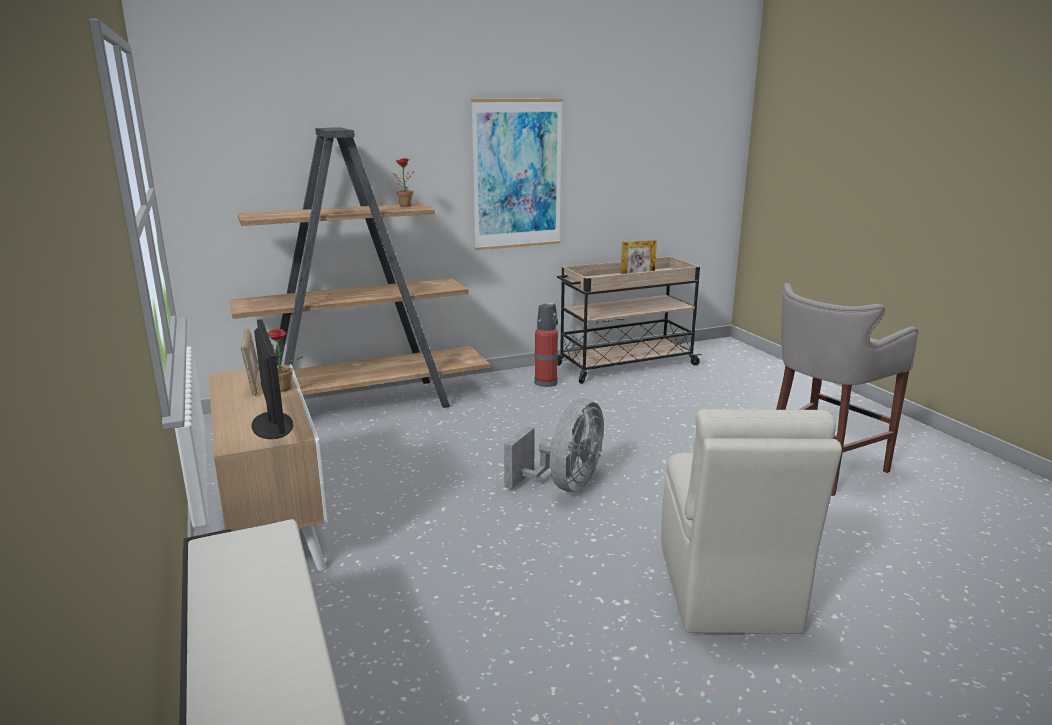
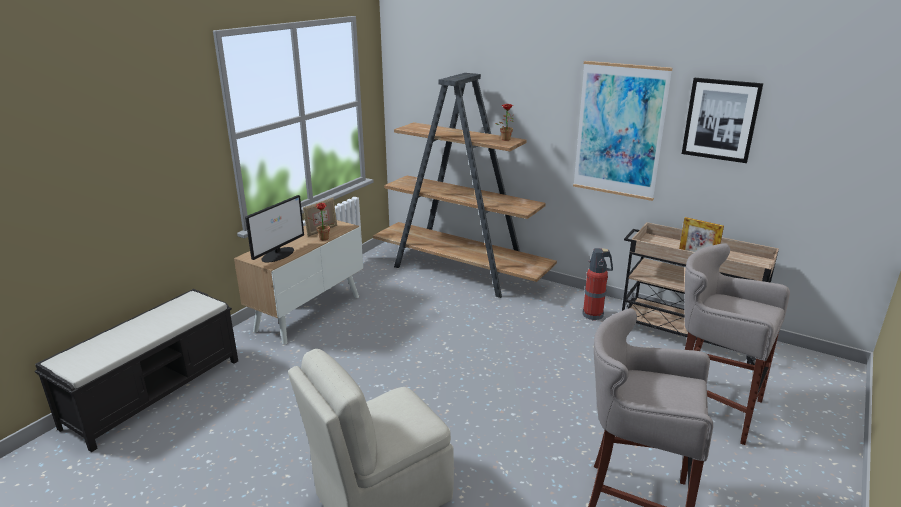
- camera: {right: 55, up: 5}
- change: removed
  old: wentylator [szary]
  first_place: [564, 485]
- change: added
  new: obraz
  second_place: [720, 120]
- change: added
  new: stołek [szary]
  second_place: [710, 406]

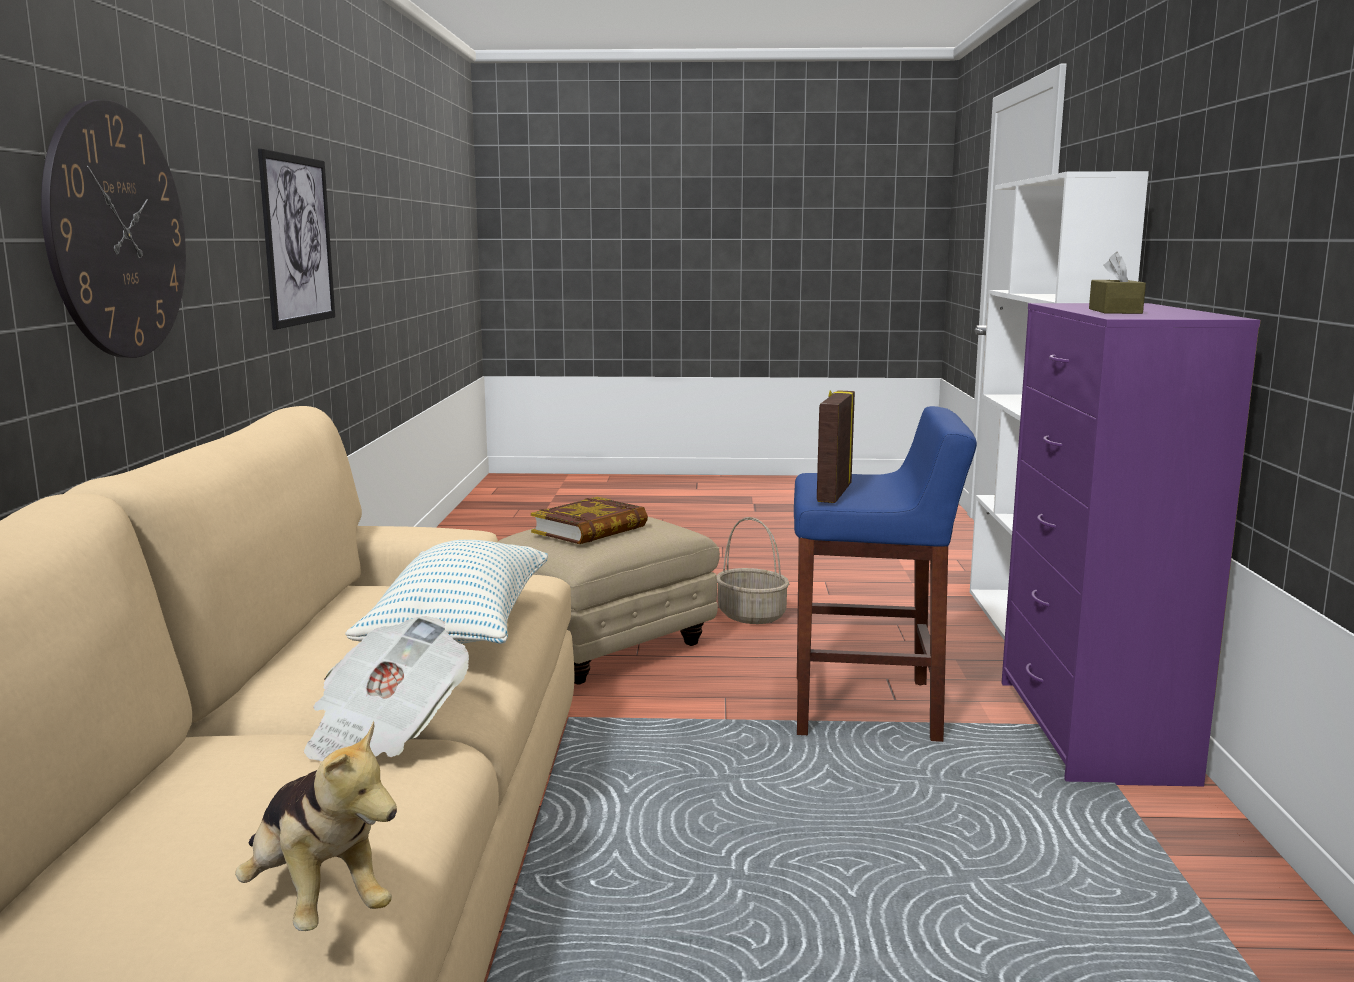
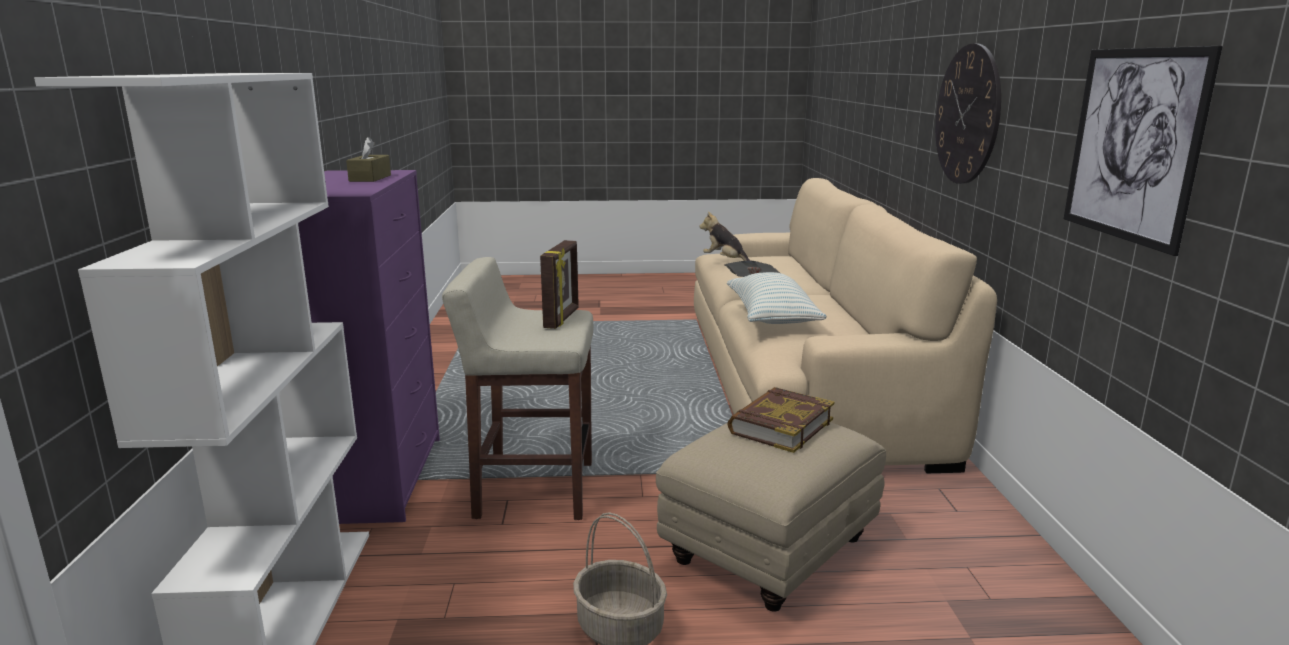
- camera: {right: 175, up: 5}
- change: recoloured
  old: stołek [niebieski]
  new: stołek [beżowy]
  first_place: [868, 708]
  second_place: [533, 489]

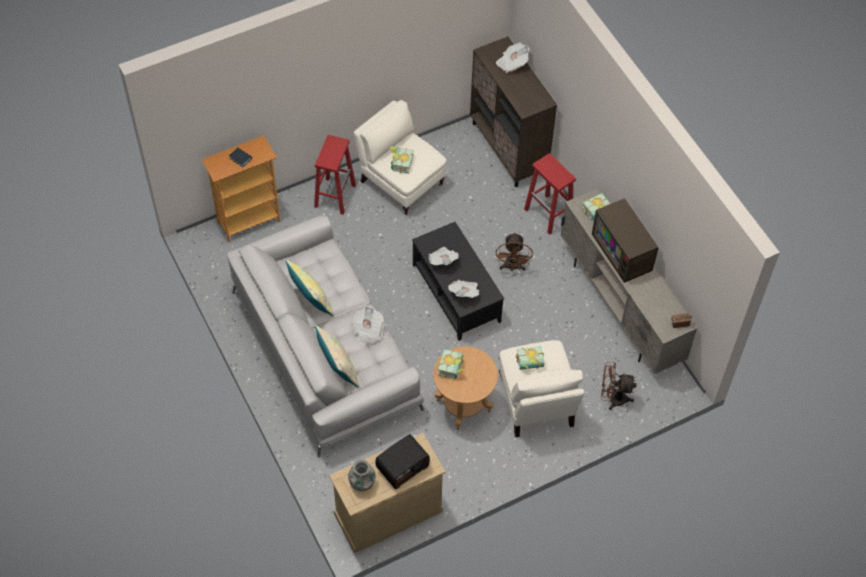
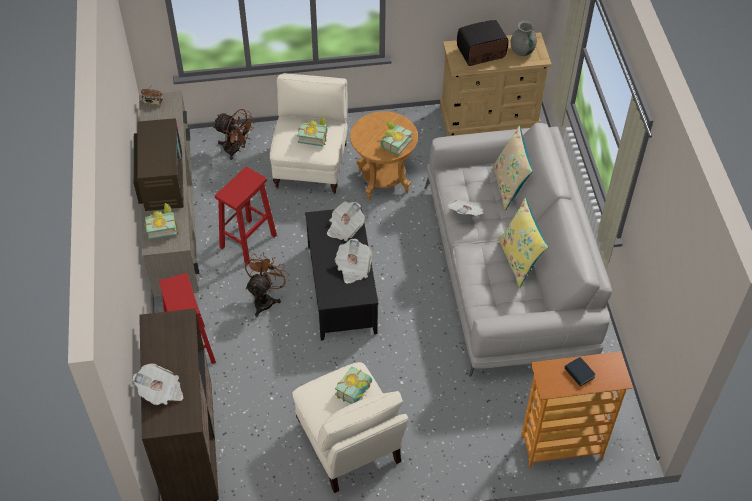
- camera: {right: -160, up: -5}
- change: moved
  old: stołek [czerwony]
  first_place: [335, 195]
  second_place: [248, 242]

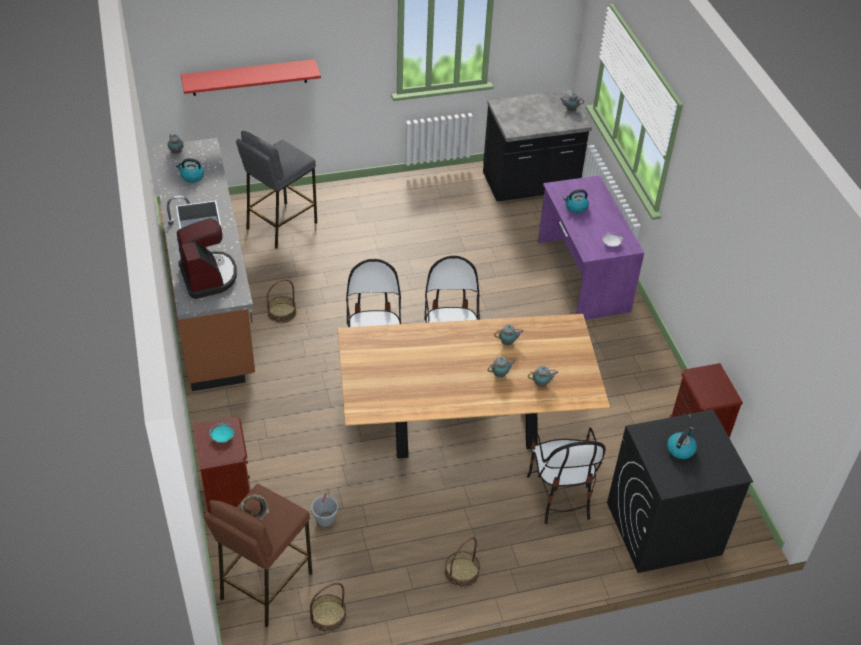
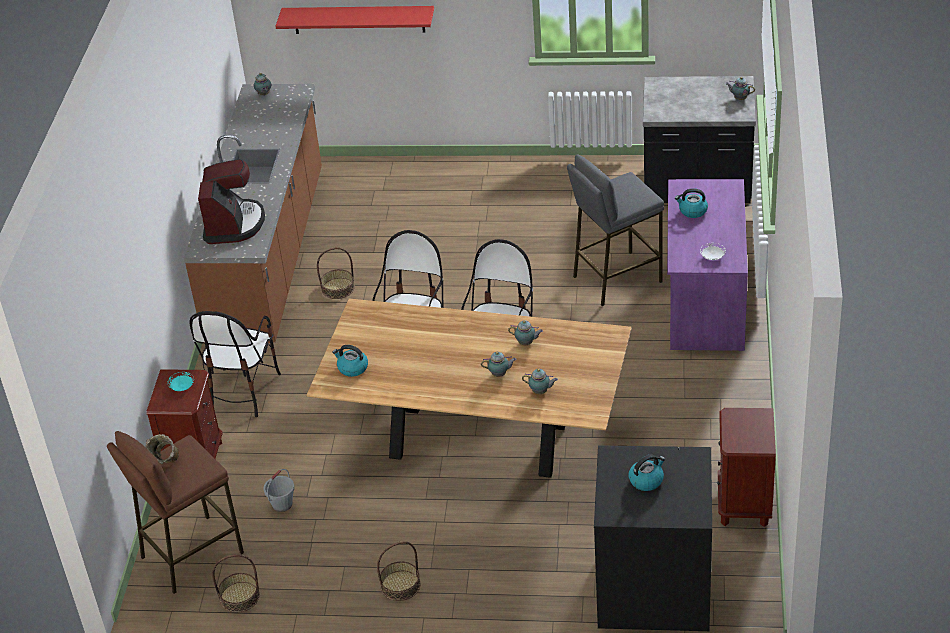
- camera: {right: 25, up: -5}
- change: moved
  old: czajnik
  first_place: [192, 177]
  second_place: [352, 368]
- change: moved
  old: stołek [szary]
  first_place: [281, 225]
  second_place: [616, 278]
- change: moved
  old: krzesło
  first_place: [559, 495]
  second_place: [243, 391]

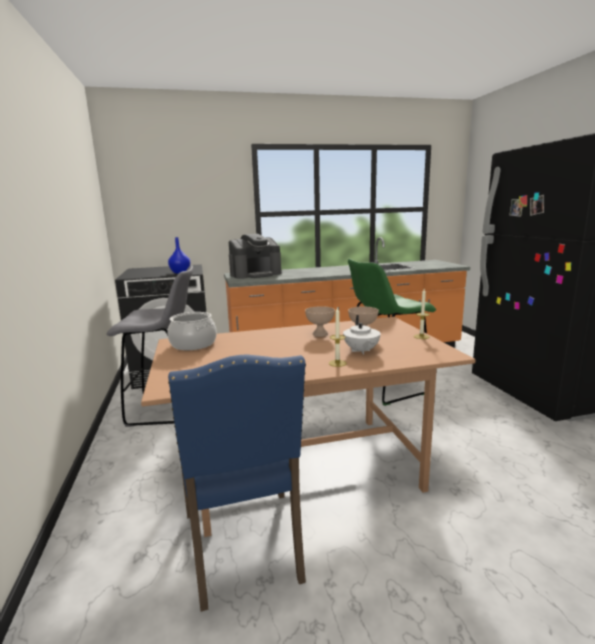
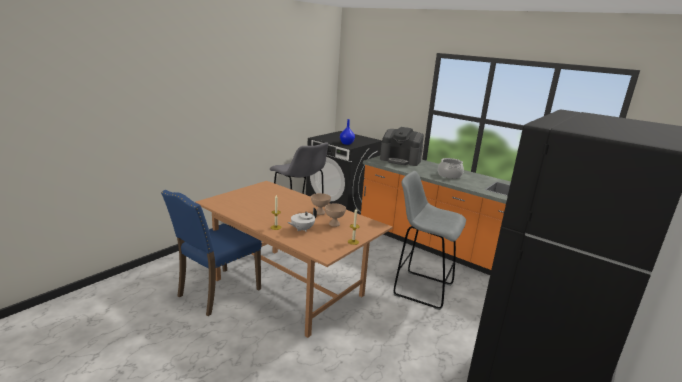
- camera: {right: 50, up: 5}
- change: moved
  old: garnek
  first_place: [193, 344]
  second_place: [449, 175]
- change: recoloured
  old: stołek [zielony]
  new: stołek [szary]
  first_place: [385, 389]
  second_place: [421, 289]

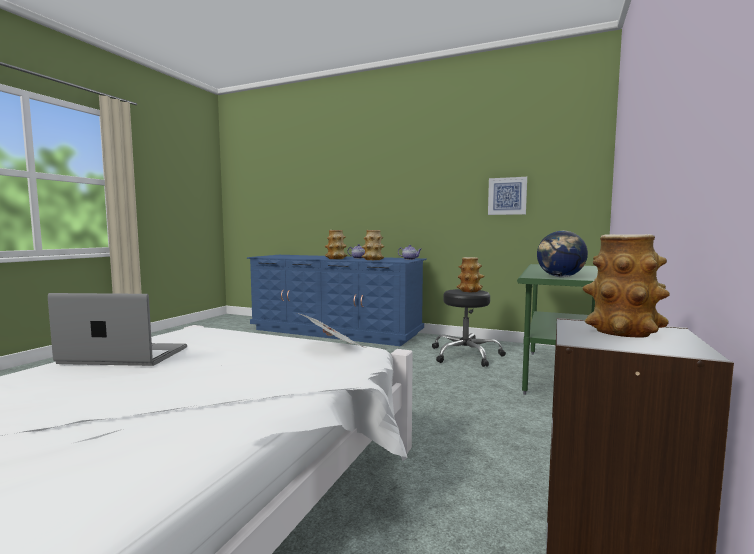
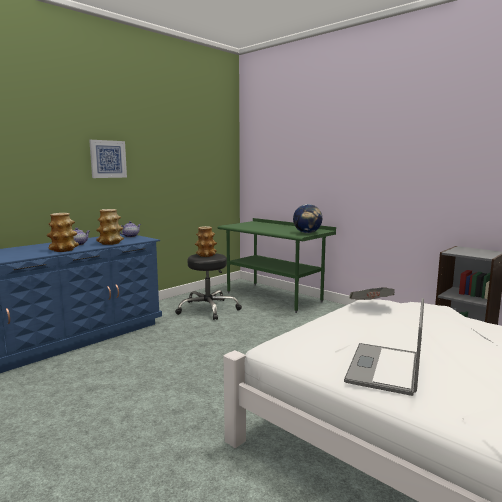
- camera: {right: -70, up: 5}
- change: moved
  old: obraz
  first_place: [507, 196]
  second_place: [108, 159]
- change: removed
  old: wazon
  first_place: [622, 331]

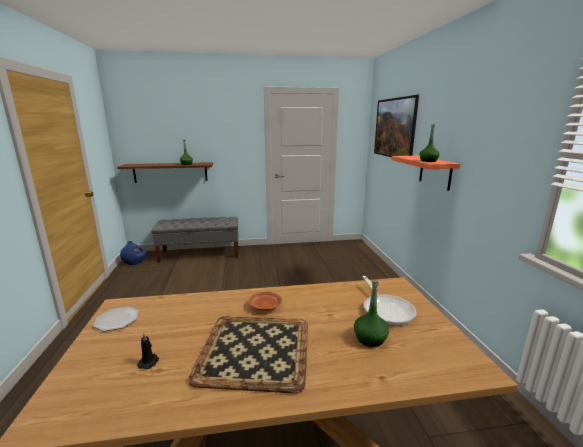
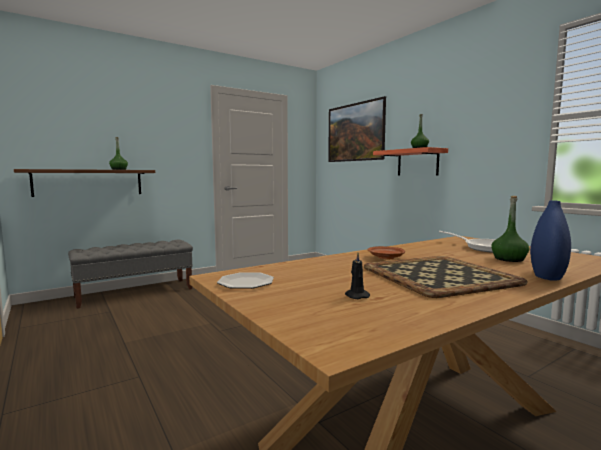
- camera: {right: -25, up: -10}
- change: moved
  old: wazon [niebieski]
  first_place: [135, 263]
  second_place: [547, 276]

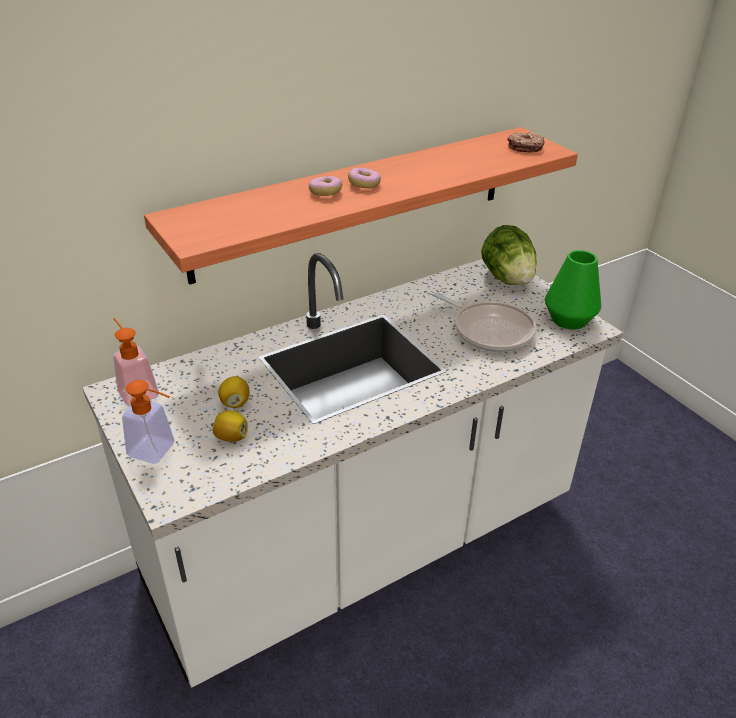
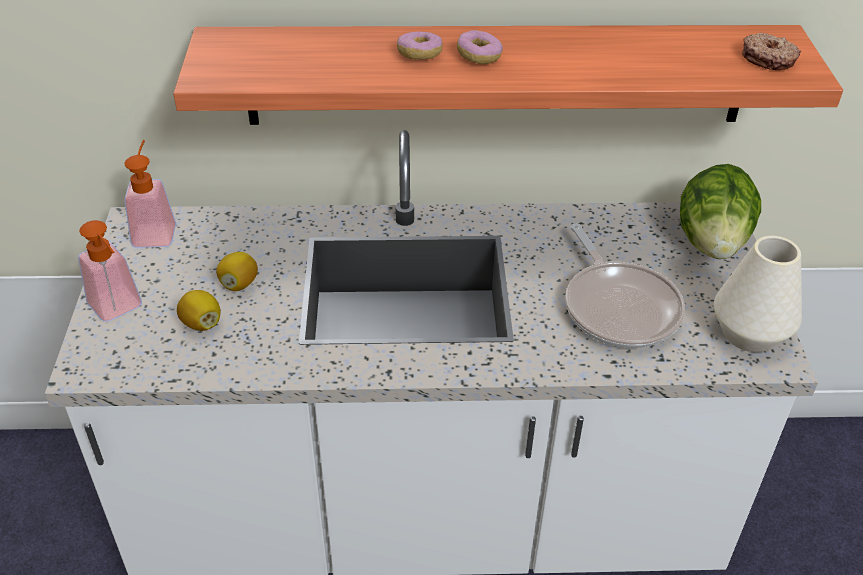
- camera: {right: 30, up: 5}
- change: recoloured
  old: wazon [zielony]
  new: wazon [biały]
  first_place: [569, 320]
  second_place: [749, 333]

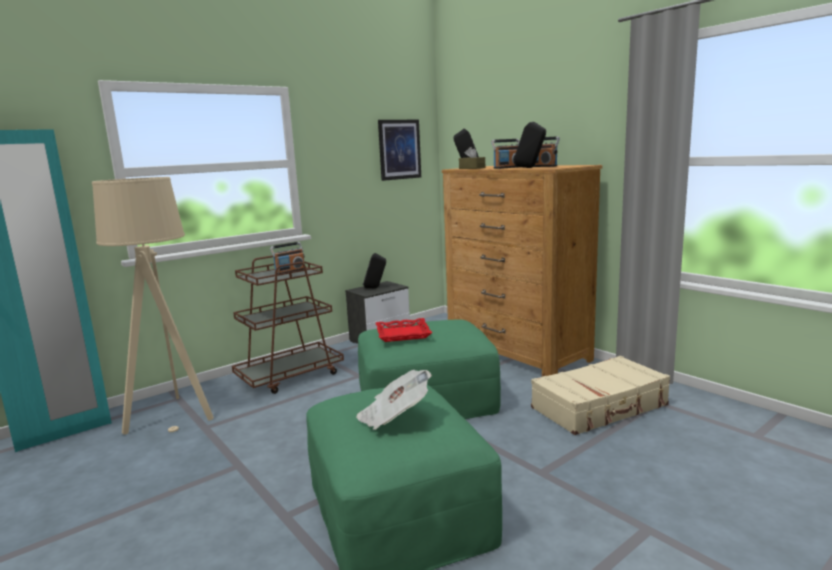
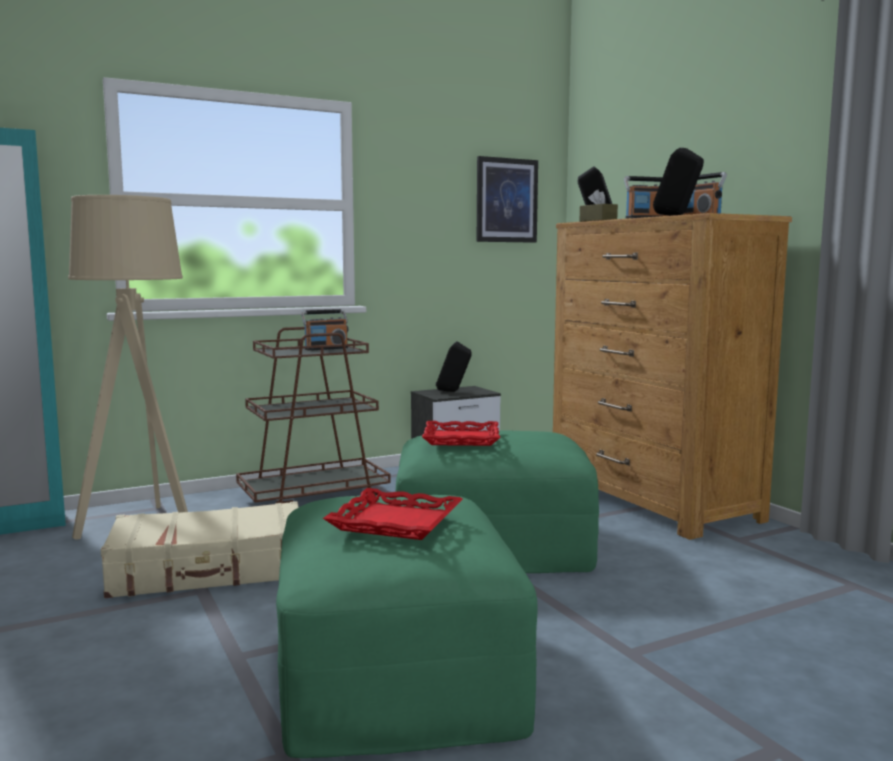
- camera: {right: 10, up: -5}
- change: replaced
  old: gazeta
  new: taca [czerwony]
  first_place: [394, 417]
  second_place: [395, 522]
- change: moved
  old: walizka [beżowy]
  first_place: [600, 407]
  second_place: [210, 570]

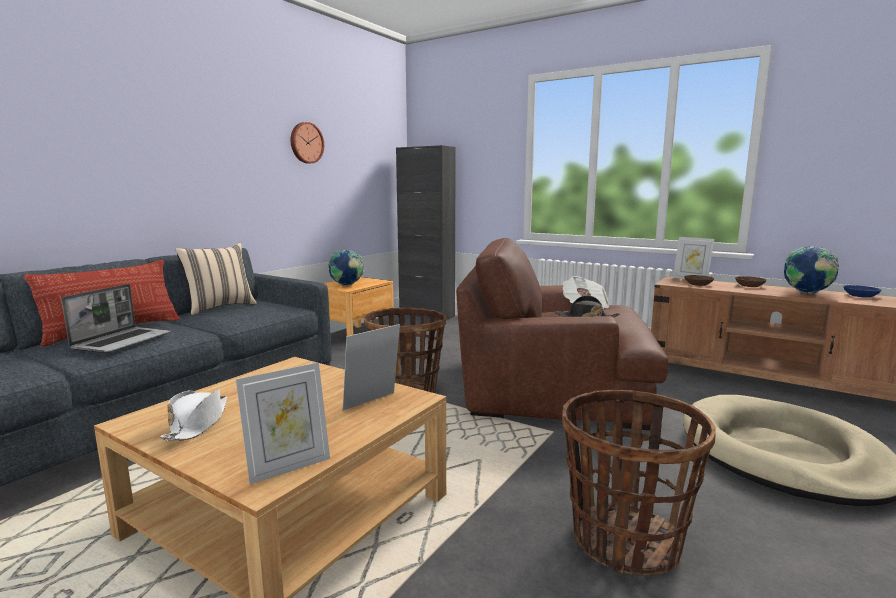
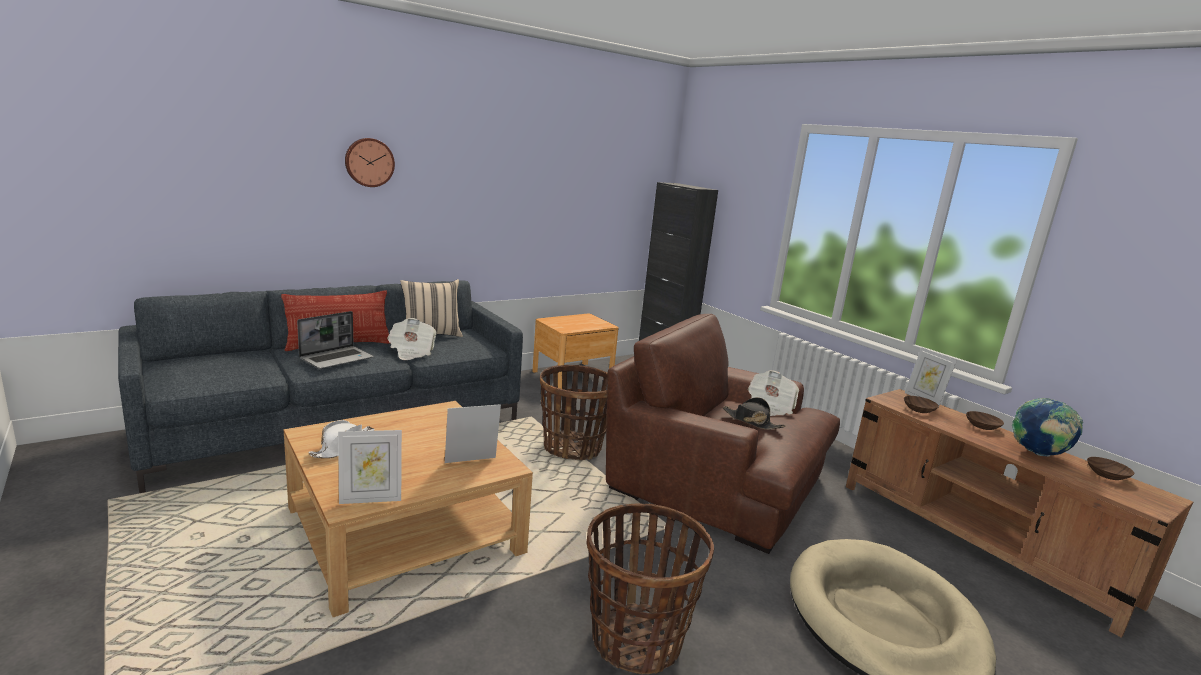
- camera: {right: 20, up: 5}
- change: moved
  old: zegar ścienny
  first_place: [306, 143]
  second_place: [369, 162]
- change: removed
  old: globus
  first_place: [347, 285]
- change: recoloured
  old: miska [niebieski]
  new: miska [brązowy]
  first_place: [861, 295]
  second_place: [1107, 474]
- change: added
  new: gazeta
  second_place: [411, 352]

